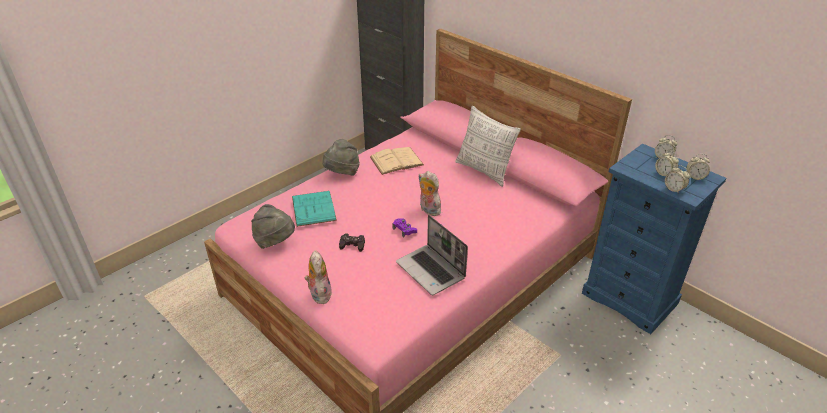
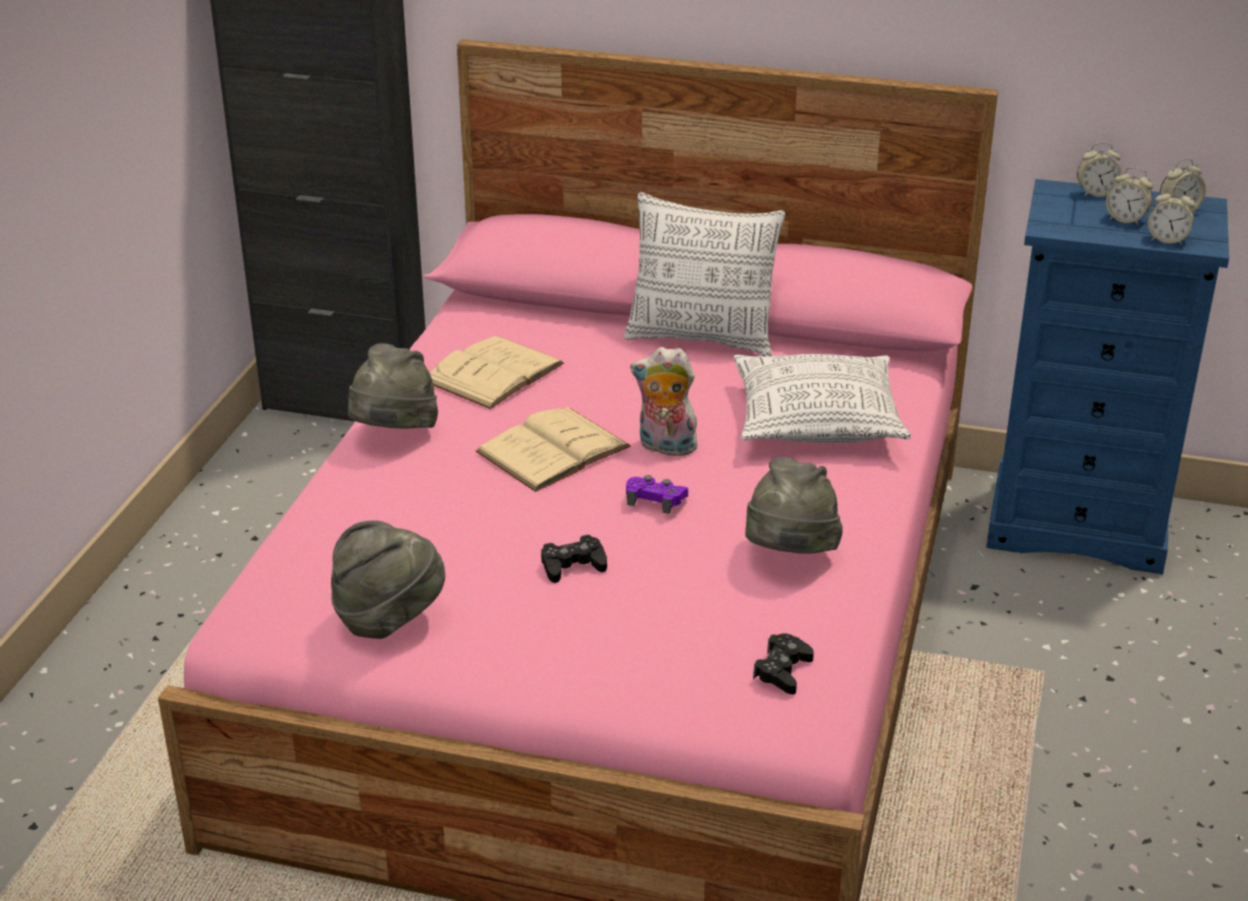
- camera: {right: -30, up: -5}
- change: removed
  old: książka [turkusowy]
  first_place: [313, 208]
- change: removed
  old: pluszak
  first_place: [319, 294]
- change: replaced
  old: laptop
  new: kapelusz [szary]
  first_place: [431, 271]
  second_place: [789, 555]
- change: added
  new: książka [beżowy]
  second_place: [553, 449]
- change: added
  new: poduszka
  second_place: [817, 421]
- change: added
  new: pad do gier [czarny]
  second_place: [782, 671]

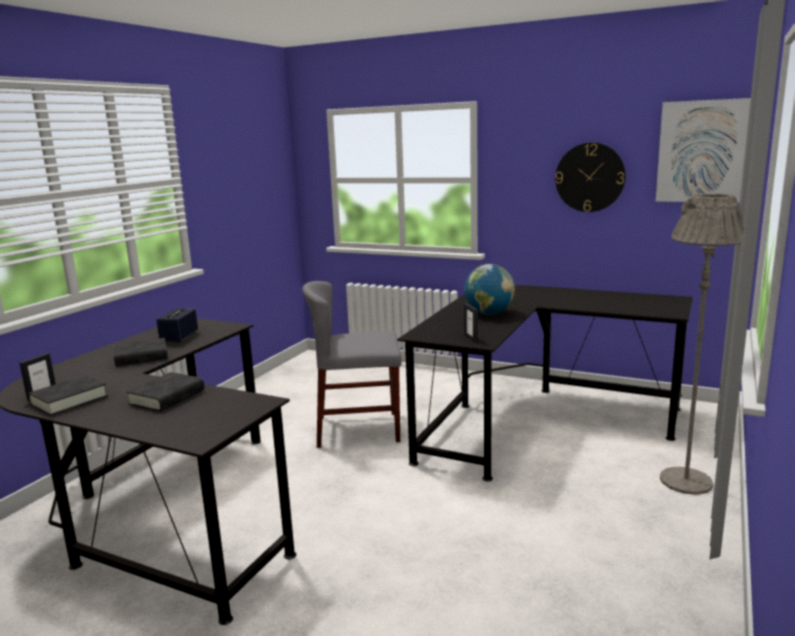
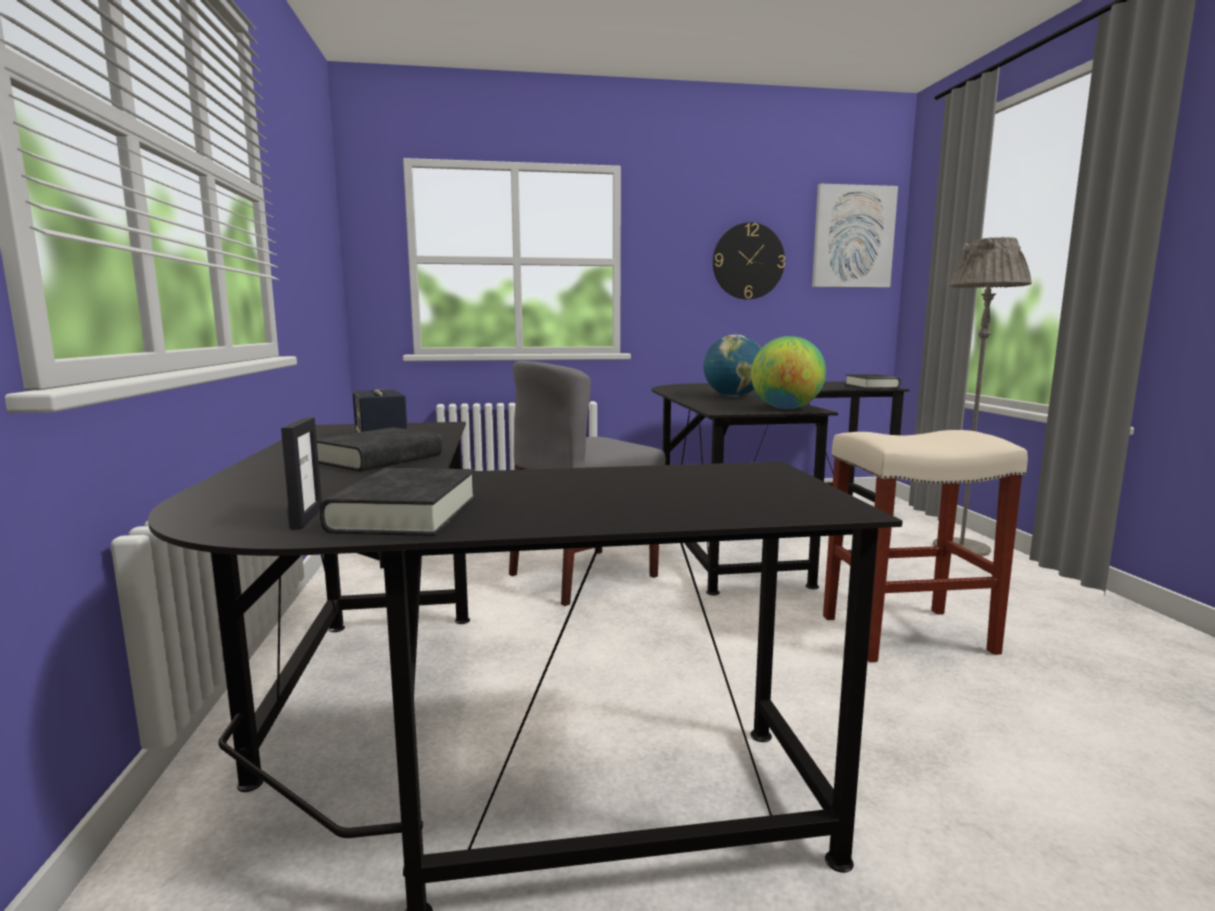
- camera: {right: -35, up: -5}
- change: moved
  old: książka [czarny]
  first_place: [167, 397]
  second_place: [871, 386]
- change: replaced
  old: ramka na zdjęcie
  new: globus
  first_place: [471, 338]
  second_place: [786, 408]
- change: added
  new: stołek [beżowy]
  second_place: [905, 635]

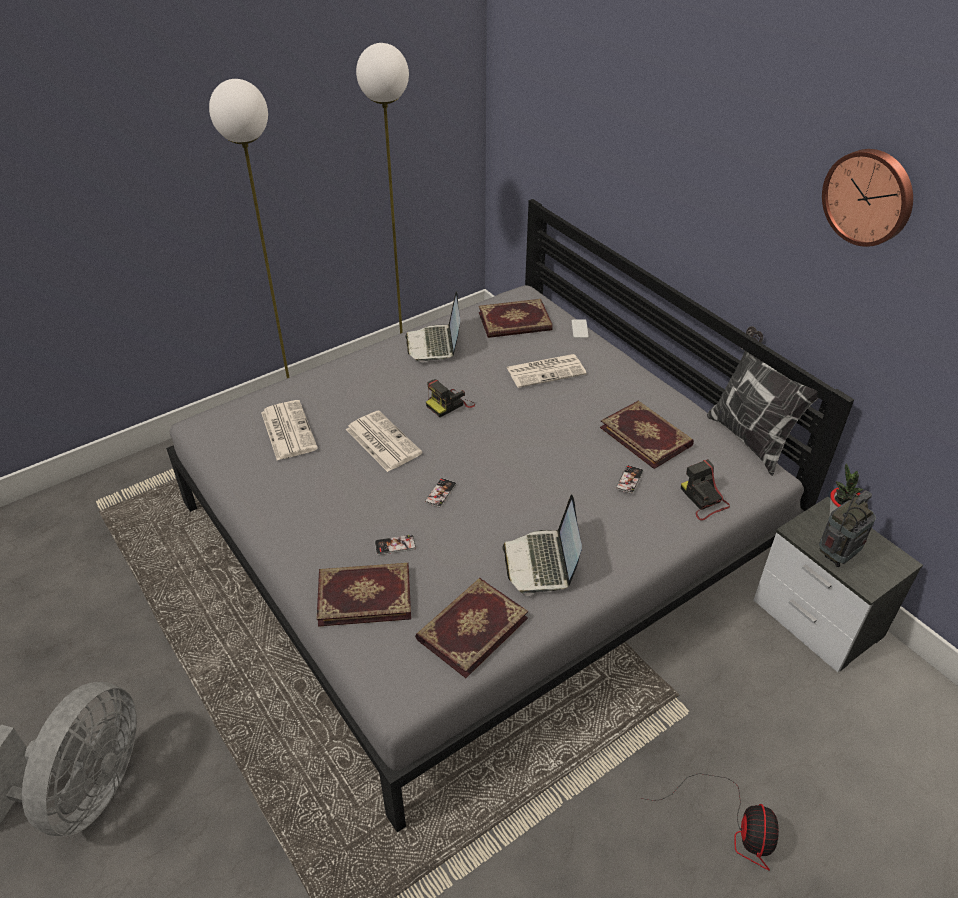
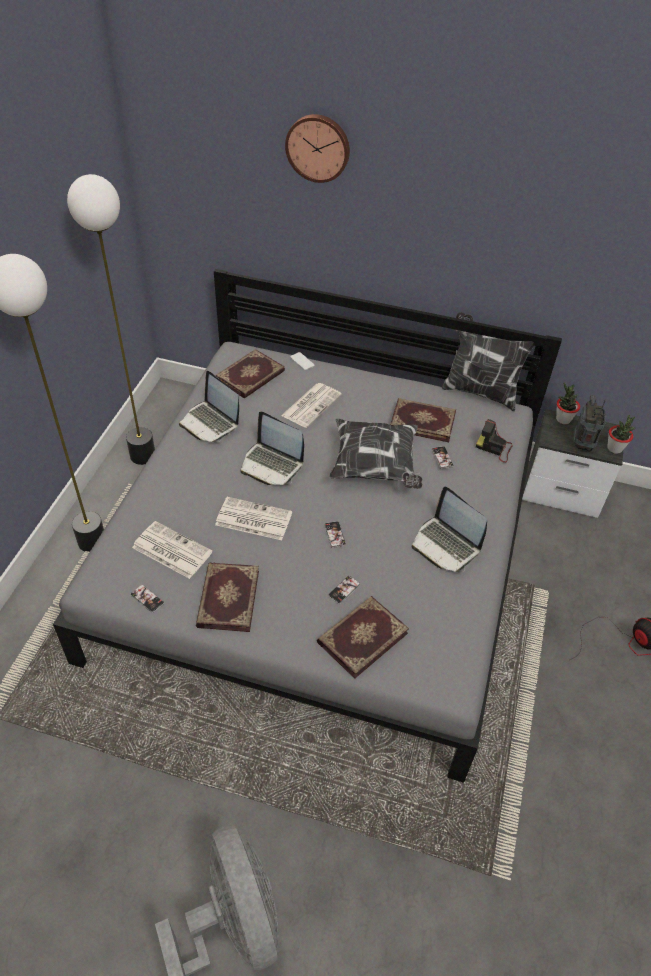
- camera: {right: -40, up: 5}
- change: moved
  old: książka
  first_place: [471, 628]
  second_place: [227, 598]
- change: replaced
  old: aparat fotograficzny
  new: laptop
  first_place: [450, 404]
  second_place: [272, 464]
- change: moved
  old: zegar ścienny
  first_place: [869, 196]
  second_place: [318, 147]
- change: added
  new: telefon
  second_place: [147, 599]
- change: added
  new: poduszka
  second_place: [375, 467]
- change: added
  new: roślina doniczkowa
  second_place: [614, 448]

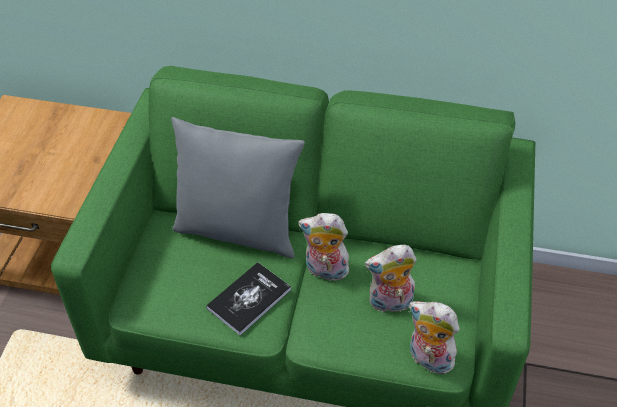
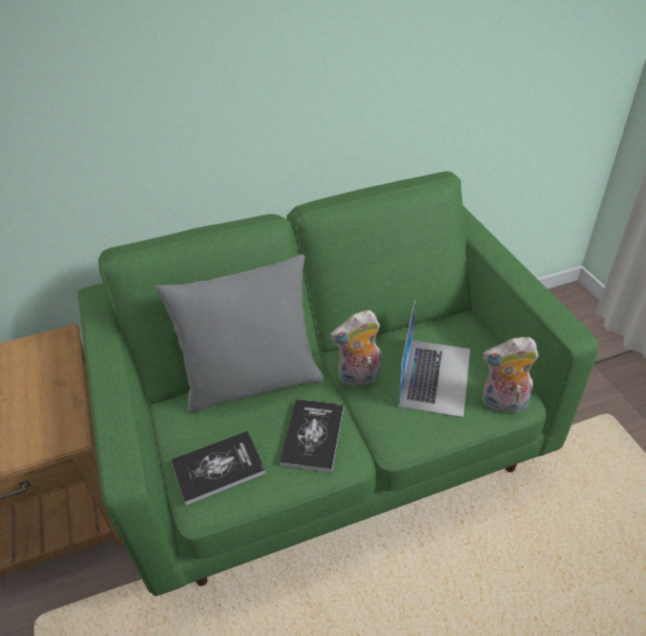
- camera: {right: -30, up: -5}
- change: replaced
  old: pluszak
  new: laptop
  first_place: [389, 303]
  second_place: [435, 376]
- change: added
  new: książka
  second_place: [218, 468]

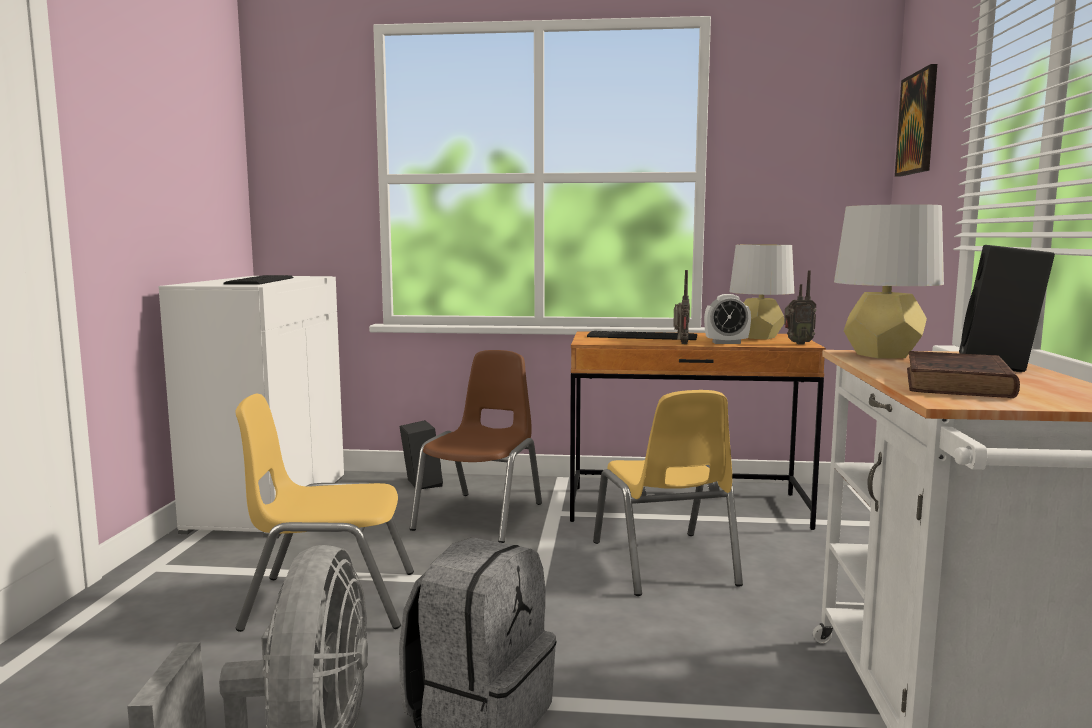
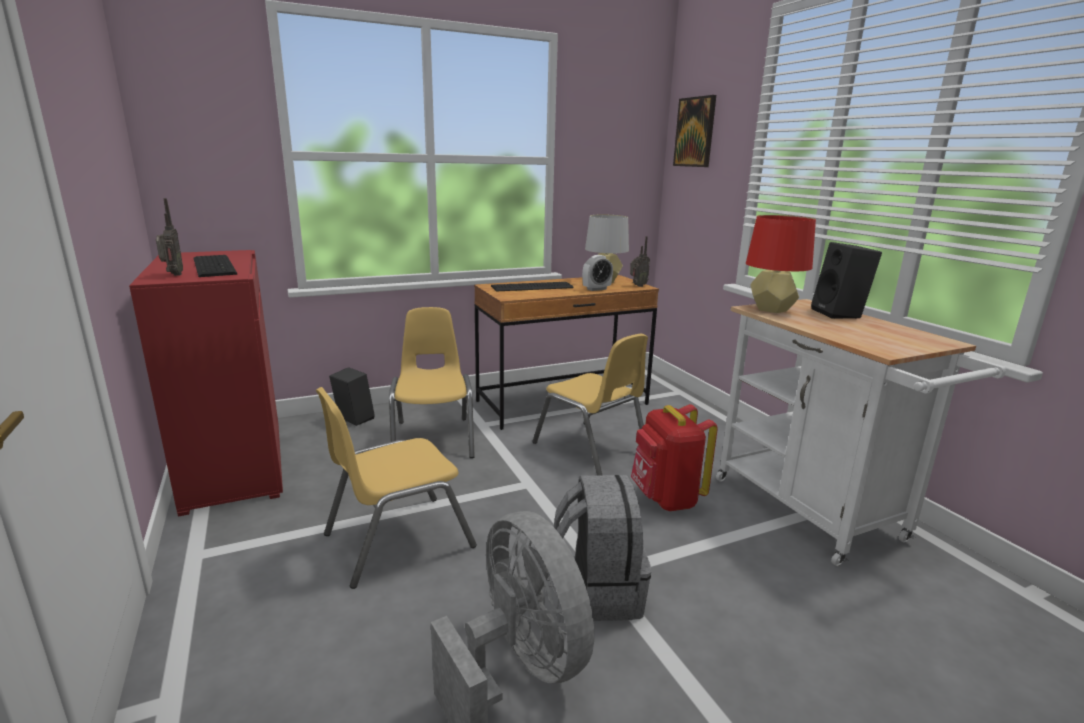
- camera: {right: -30, up: 10}
- change: recoloured
  old: szafka [biały]
  new: szafka [czerwony]
  first_place: [268, 502]
  second_place: [233, 465]
- change: recoloured
  old: krzesło [brązowy]
  new: krzesło [żółty]
  first_place: [481, 516]
  second_place: [433, 439]
- change: moved
  old: radio
  first_place: [680, 343]
  second_place: [173, 275]
- change: recoloured
  old: lampa stołowa [szary]
  new: lampa stołowa [czerwony]
  first_place: [882, 355]
  second_place: [771, 309]
- change: removed
  old: książka [brązowy]
  first_place: [957, 384]
- change: added
  new: plecak [czerwony]
  second_place: [666, 499]

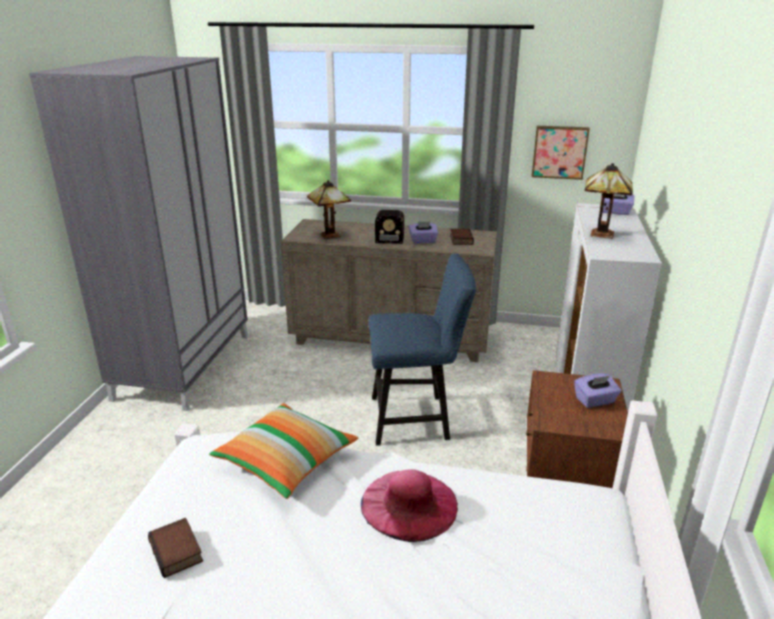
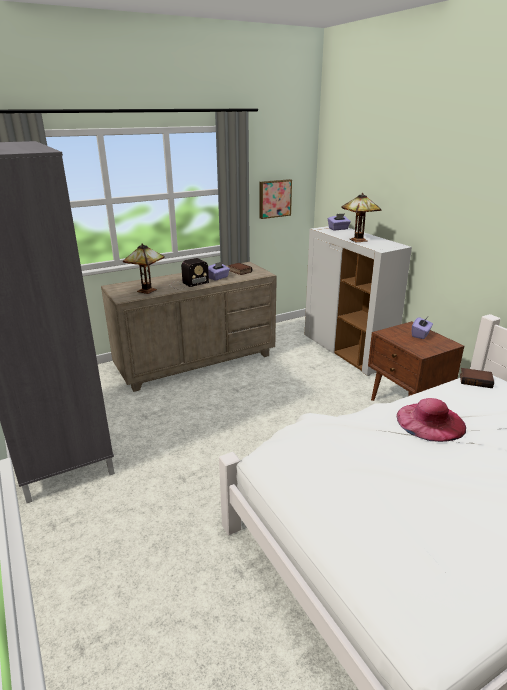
- camera: {right: -40, up: 0}
- change: moved
  old: książka
  first_place: [178, 551]
  second_place: [476, 380]
- change: removed
  old: poduszka
  first_place: [286, 462]
- change: removed
  old: krzesło [niebieski]
  first_place: [416, 418]

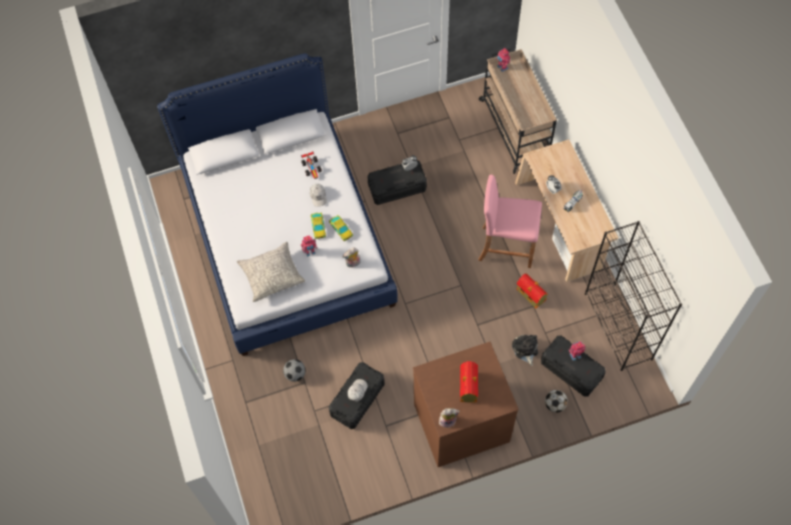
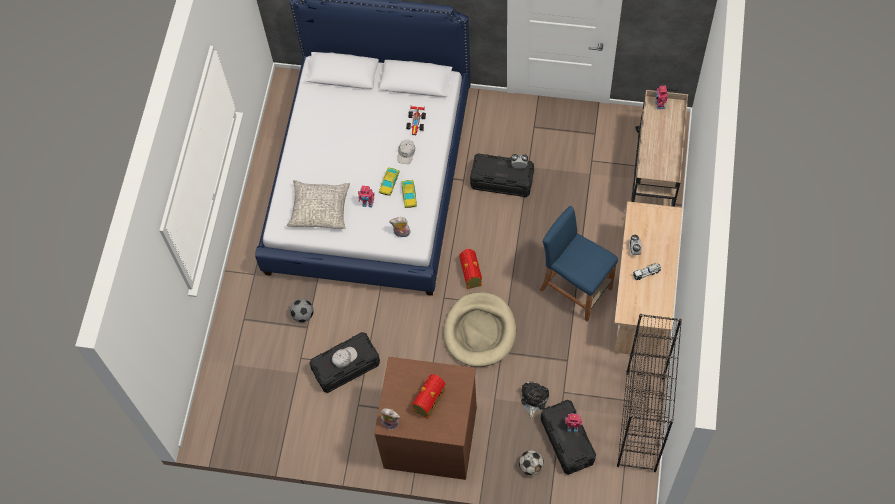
- camera: {right: 30, up: 0}
- change: recoloured
  old: stołek [różowy]
  new: stołek [niebieski]
  first_place: [506, 246]
  second_place: [576, 289]
- change: moved
  old: domek
  first_place: [531, 295]
  second_place: [471, 275]
- change: added
  new: legowisko [beżowy]
  second_place: [480, 331]

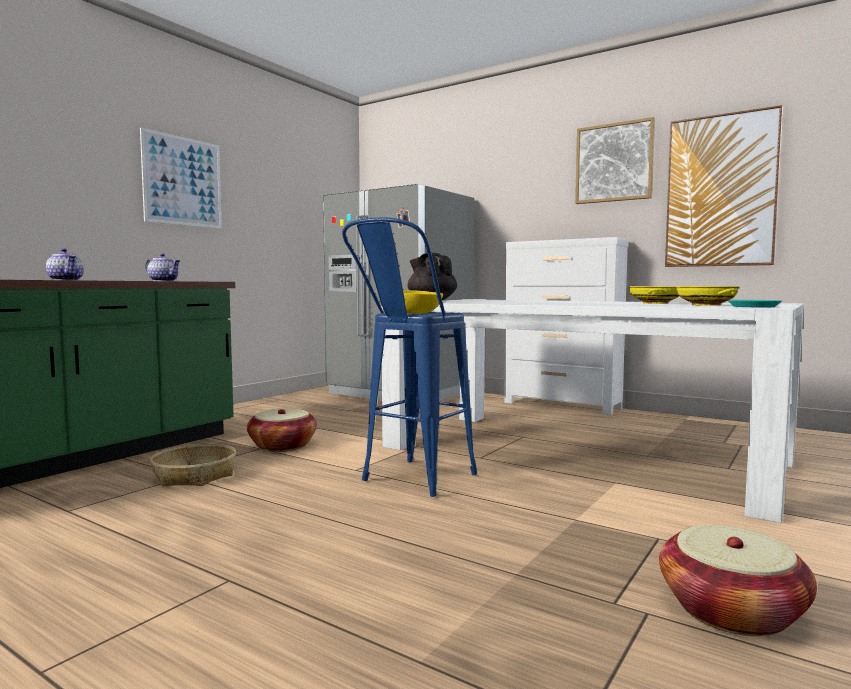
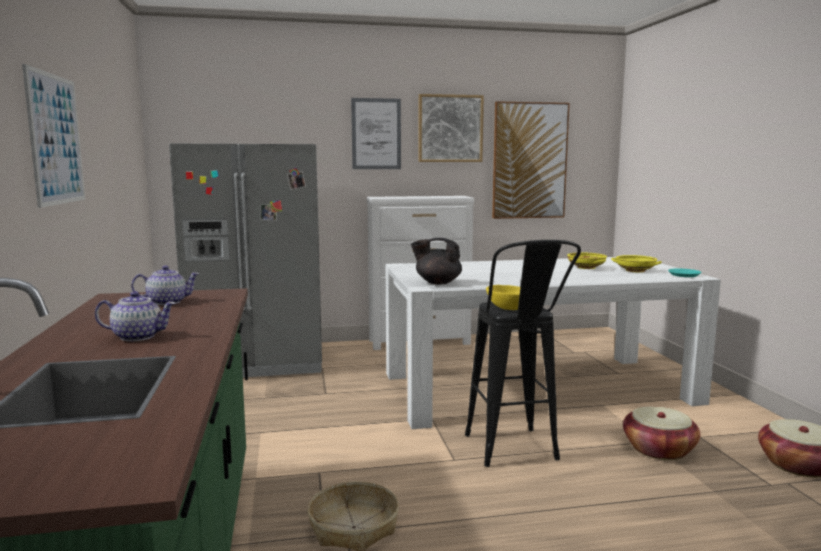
- camera: {right: -45, up: 5}
- change: moved
  old: koszyk
  first_place: [282, 446]
  second_place: [659, 449]
- change: recoloured
  old: stołek [niebieski]
  new: stołek [czarny]
  first_place: [409, 482]
  second_place: [515, 454]
- change: added
  new: obraz
  second_place: [376, 134]

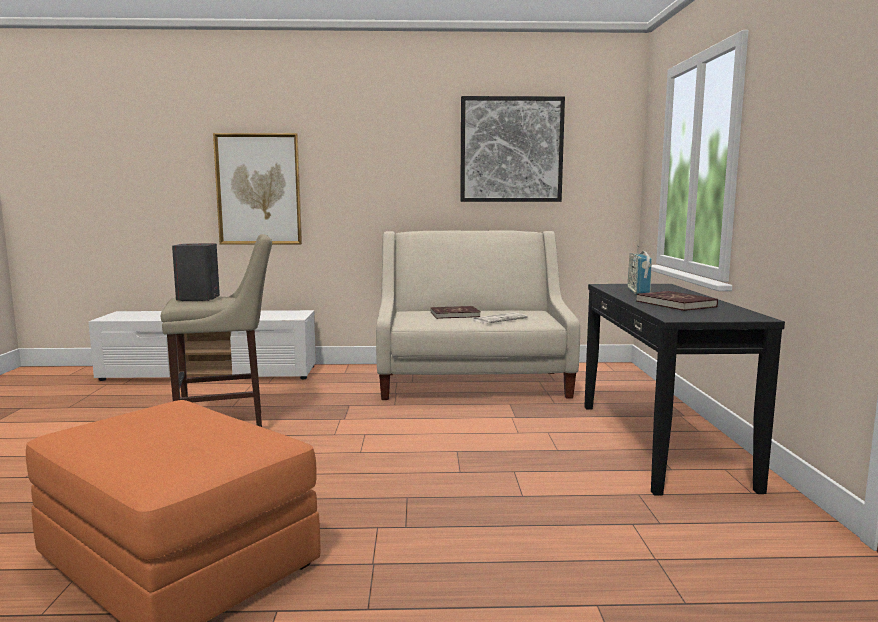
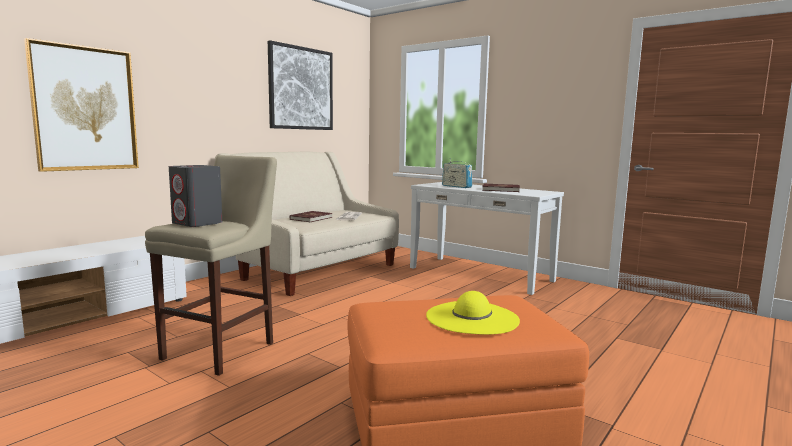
- camera: {right: -50, up: 0}
- change: recoloured
  old: stolik konsolowy [czarny]
  new: stolik konsolowy [biały]
  first_place: [660, 443]
  second_place: [480, 274]
- change: added
  new: kapelusz [żółty]
  second_place: [472, 318]

